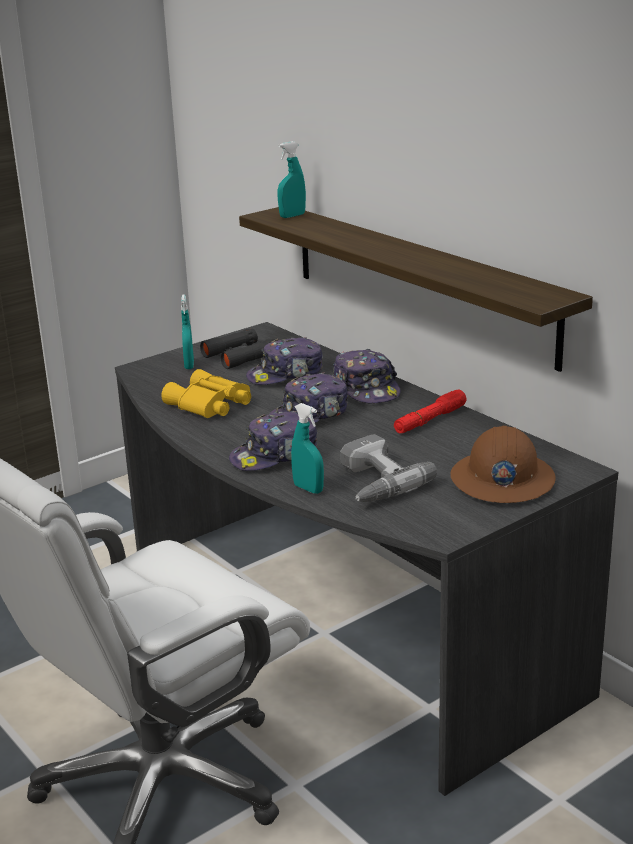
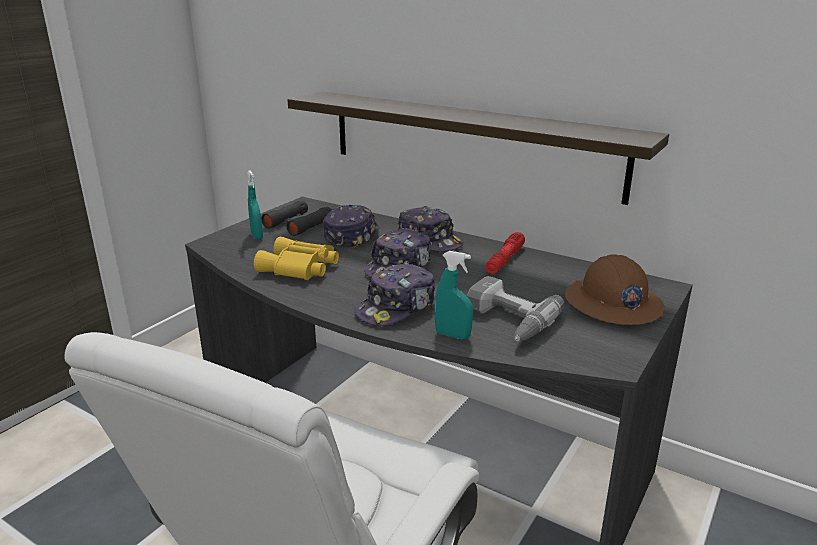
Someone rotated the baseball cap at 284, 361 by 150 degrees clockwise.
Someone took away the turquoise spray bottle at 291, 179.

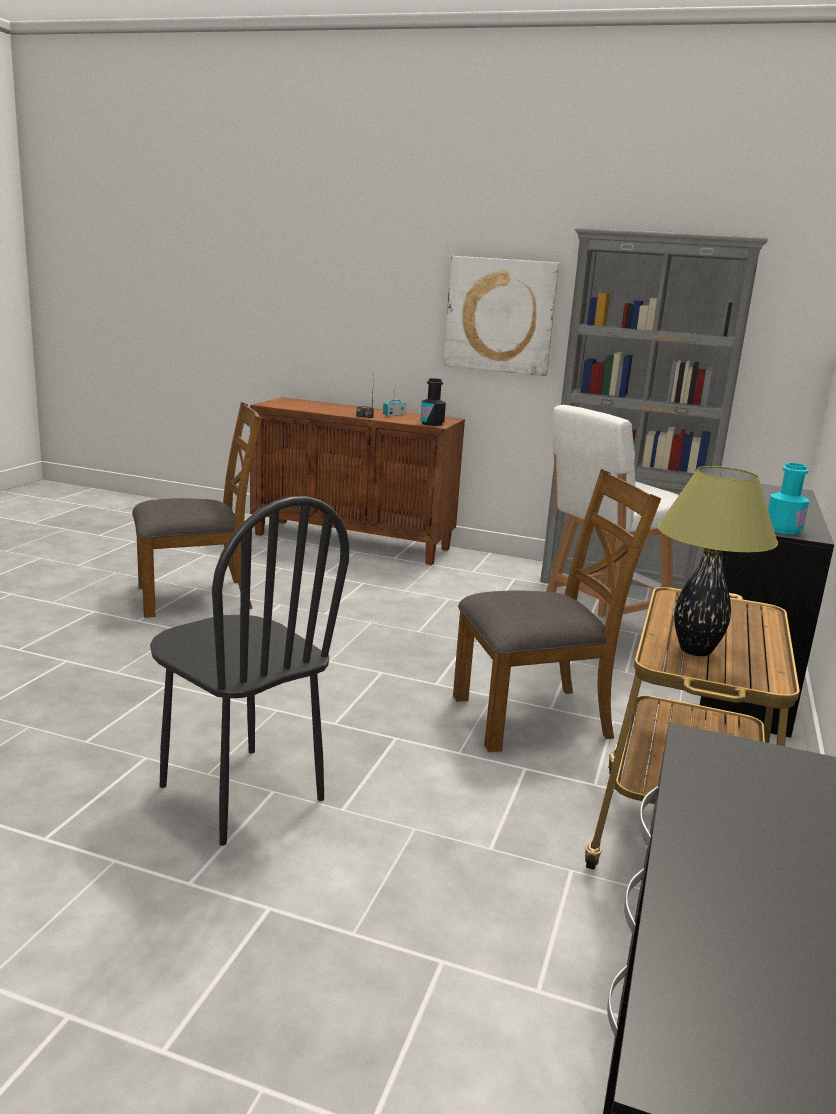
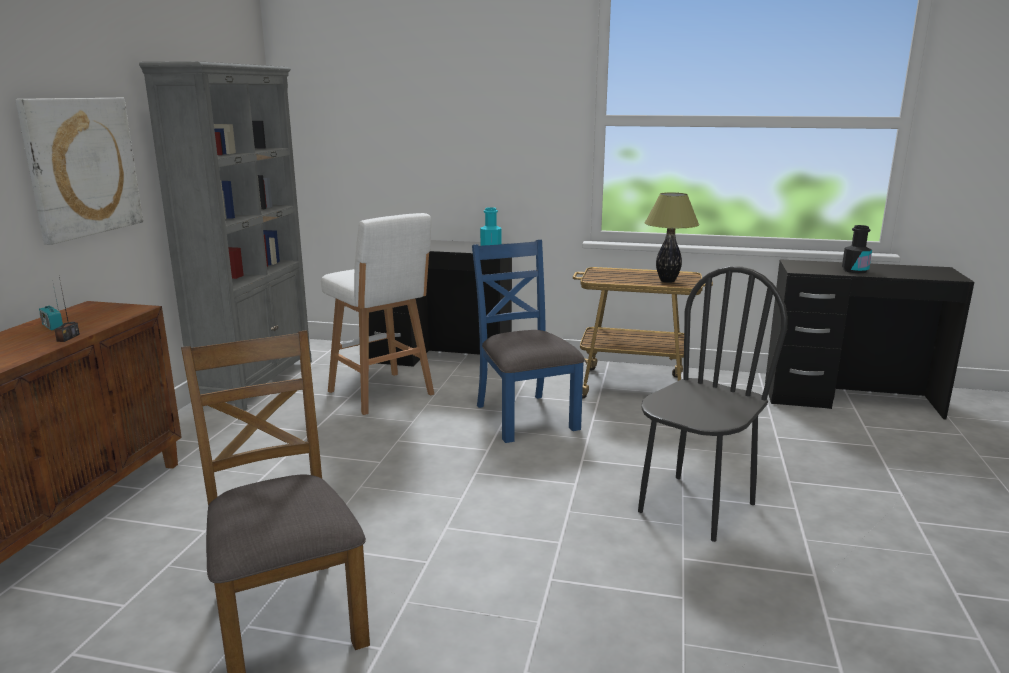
Someone repainted the brownish chair at 557, 610, which became the blue chair at 528, 341.
Someone carried the black-coloured drink bottle from 433, 402 to 857, 249.

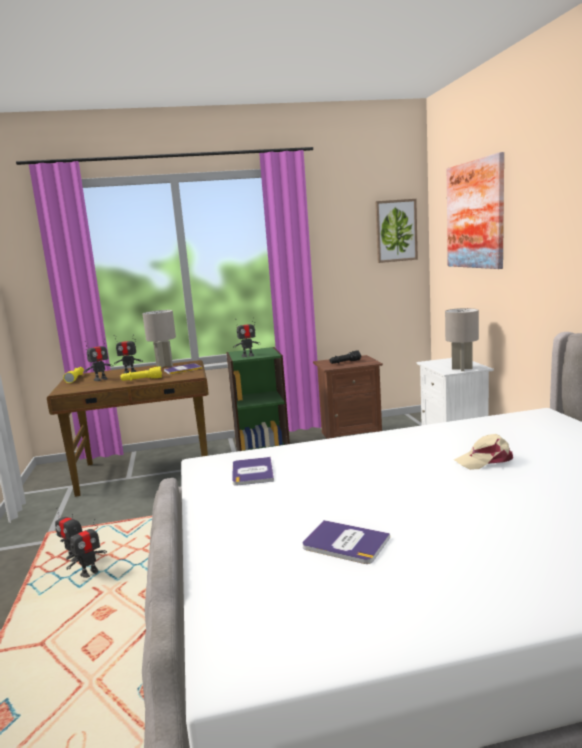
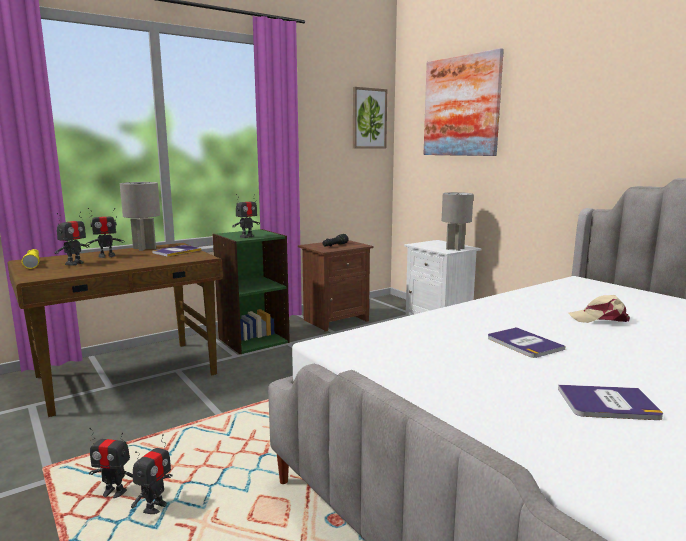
Someone carried the book from 253, 471 to 526, 342.
Someone rotated the beige baseball cap at 483, 452 by 45 degrees clockwise.
Someone took away the yellow-coloured hand torch at 141, 373.

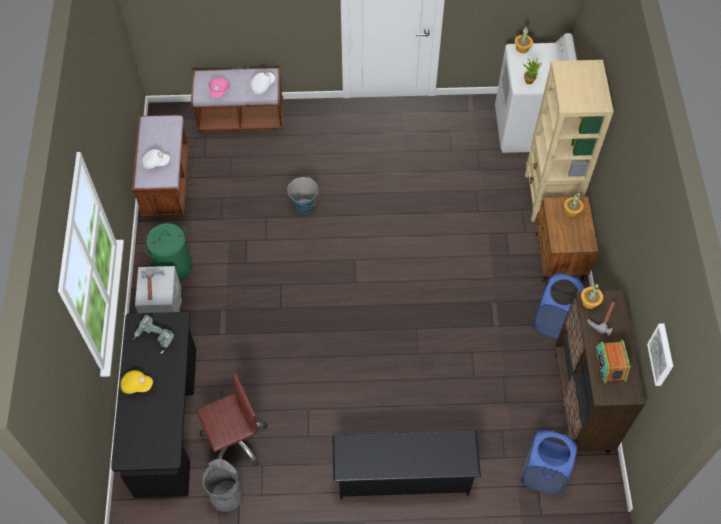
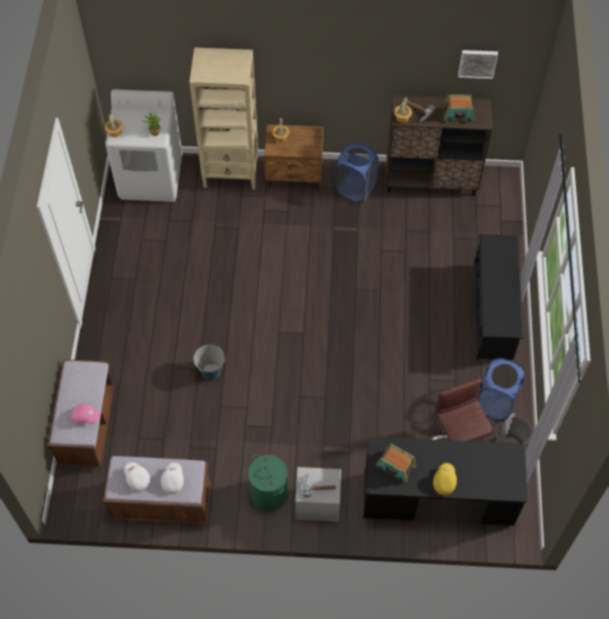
Someone carried the white-coloured baseball cap from 262, 84 to 137, 477.
Someone swapped the drill at 153, 334 for the radio at 396, 463.
Someone carried the blue laundry basket from 549, 462 to 501, 389.

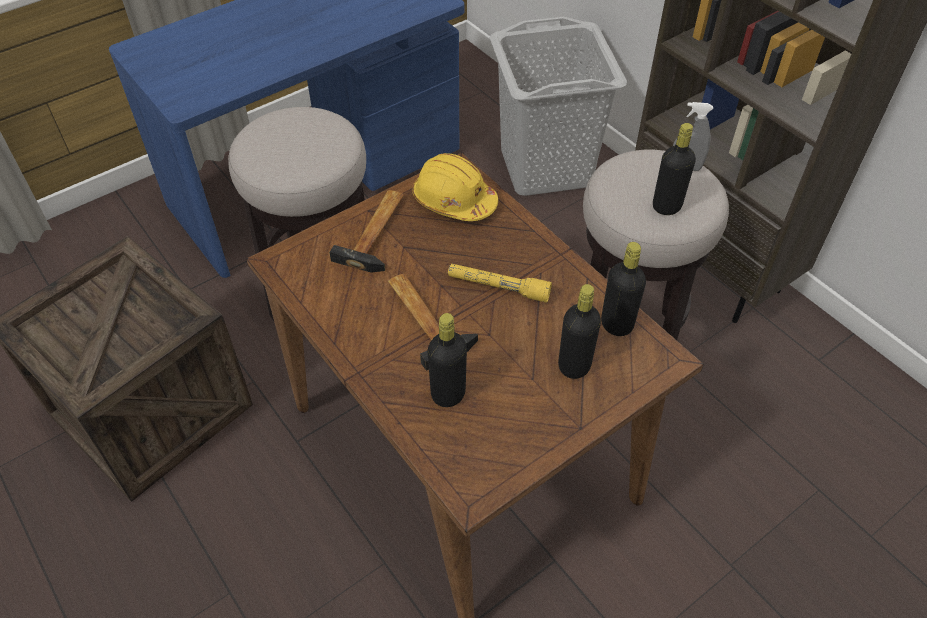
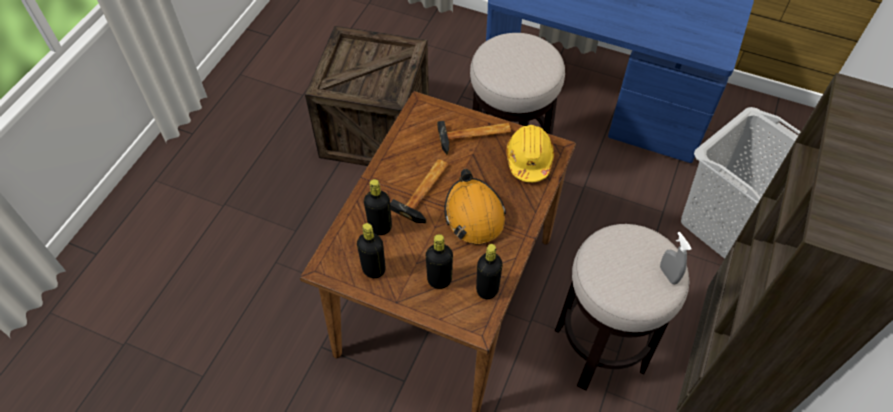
Someone carried the black-coloured drink bottle from 674, 169 to 371, 250.
Someone swapped the yellow-coloured hand torch at 500, 283 for the orange work helmet at 475, 207.

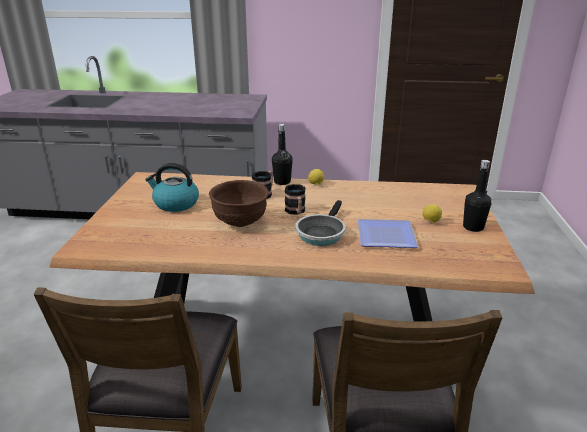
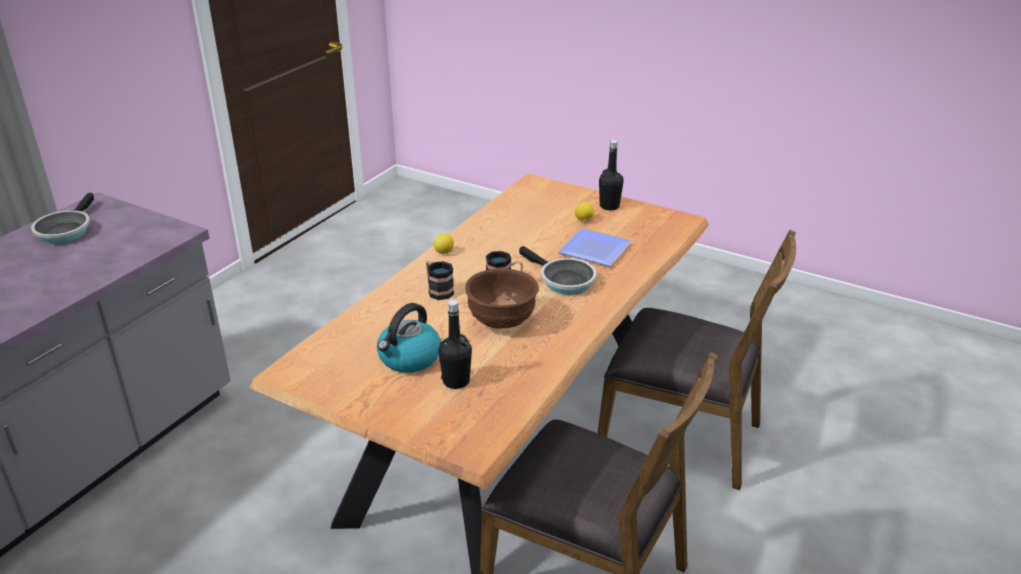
Someone put down the skillet at 62, 218.
Someone carried the black-coloured drink bottle from 282, 154 to 455, 344.

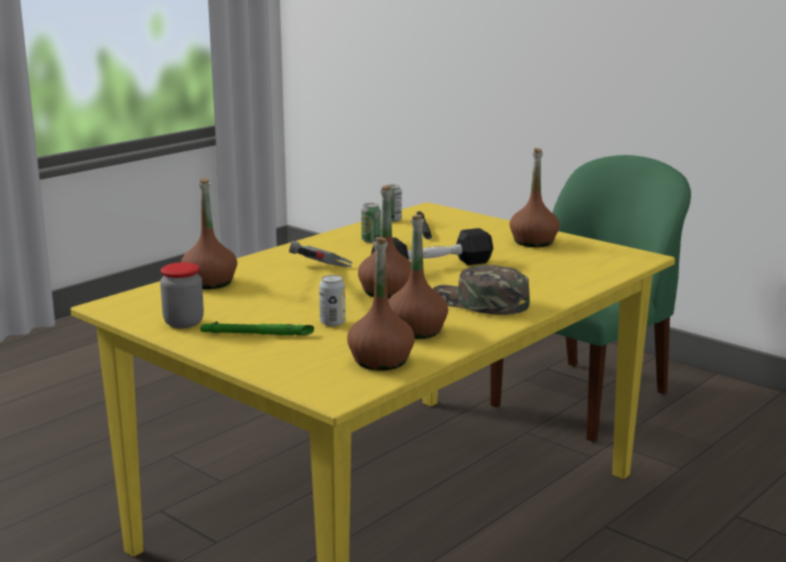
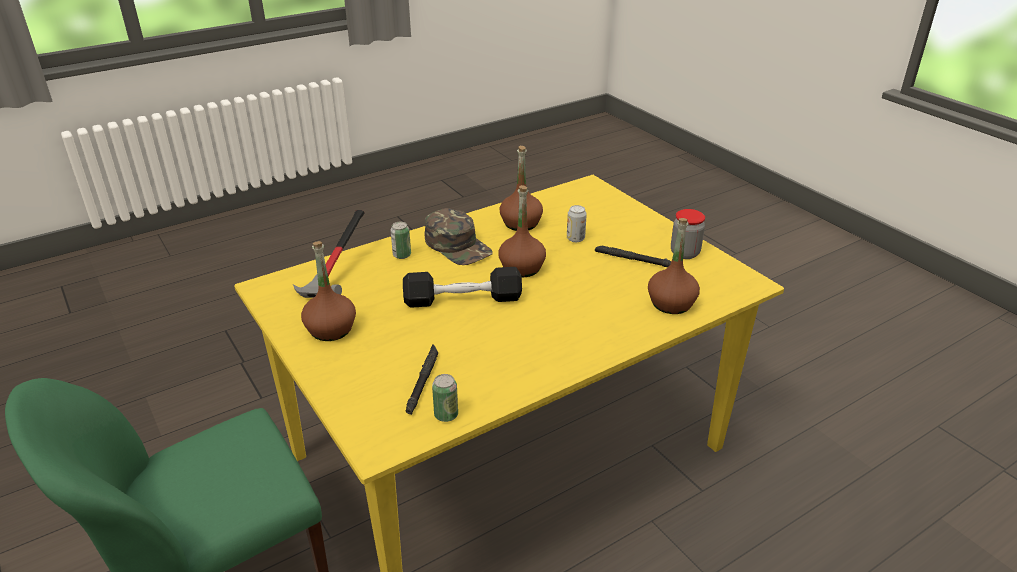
Someone carried the tool hammer from 320, 254 to 329, 254.
Someone carried the metal can from 371, 223 to 400, 240.
Someone put down the black-coloured hand torch at 633, 257.
Someone took away the green-coloured hand torch at 257, 328.
Someone took away the brownish drink bottle at 381, 303.

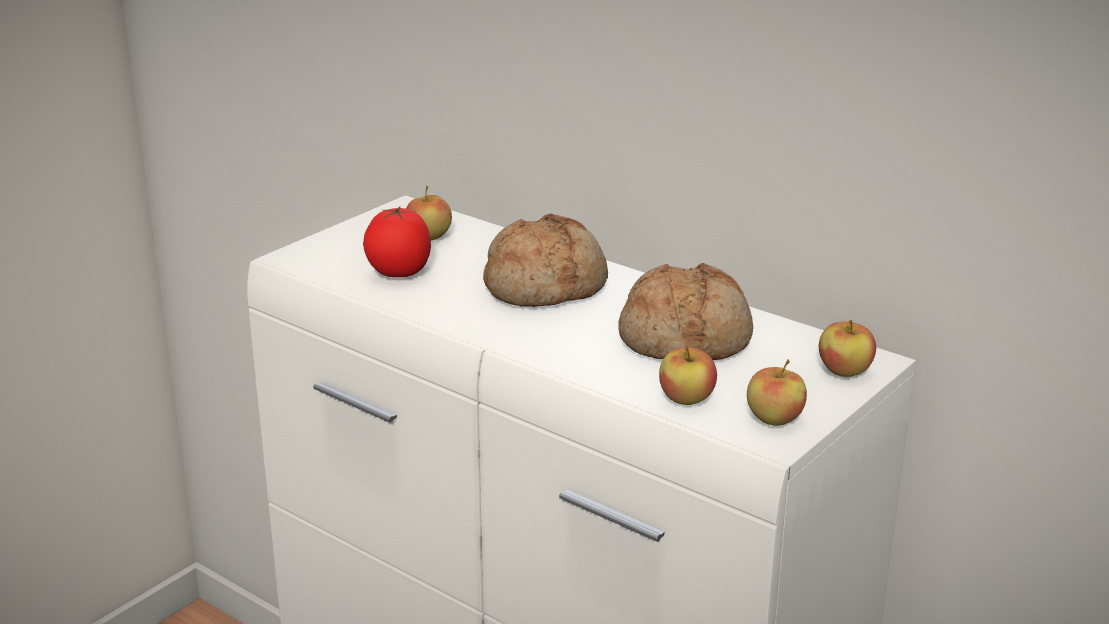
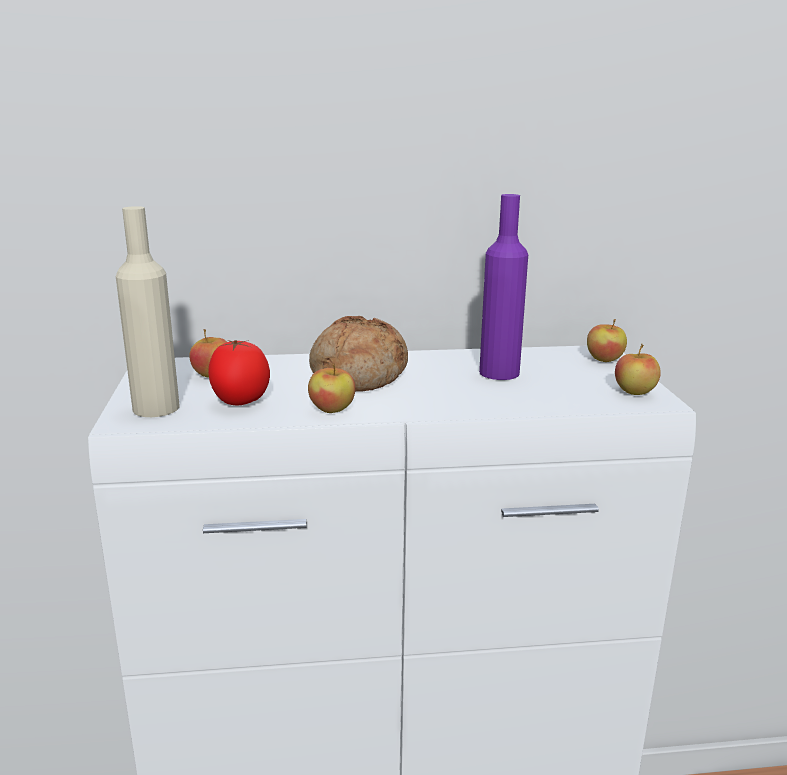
Someone put down the beige drink bottle at 147, 311.
Someone carried the whole apple from 688, 375 to 331, 388.
Someone swapped the bread at 685, 311 for the purplish drink bottle at 503, 287.

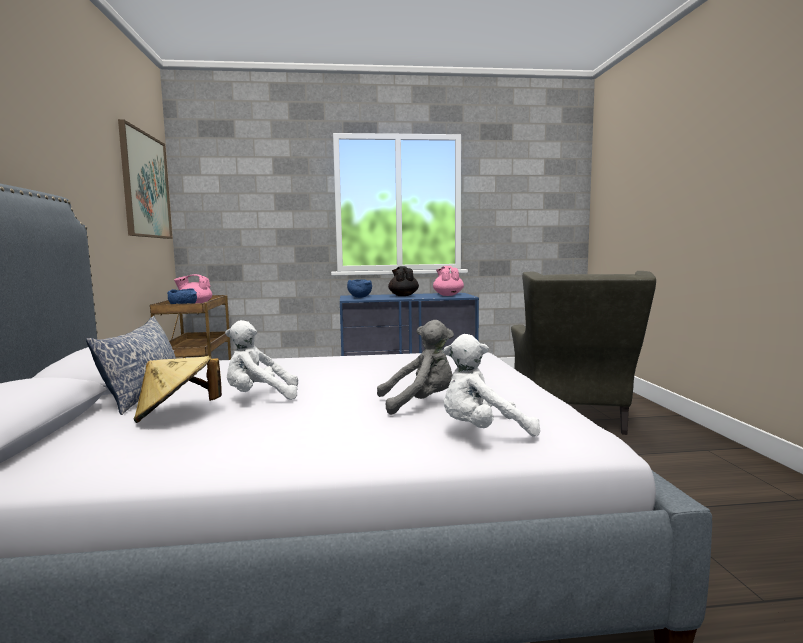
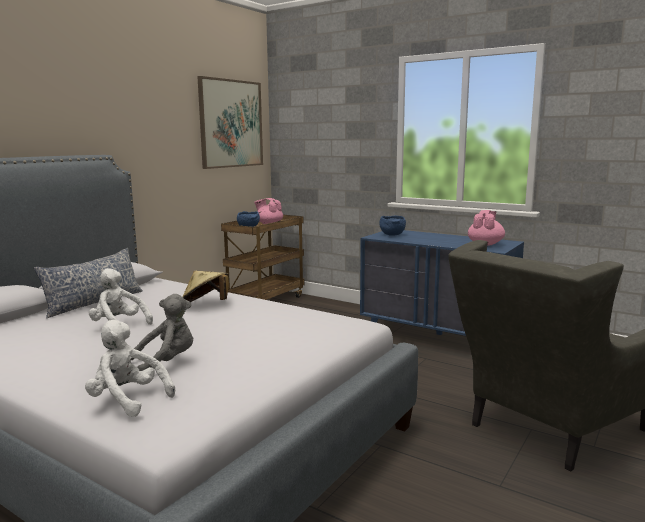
Someone rotated the gray cuddly toy at 415, 367 by 60 degrees counterclockwise.
Someone carried the beige clothing hat from 177, 389 to 206, 286.
Someone took away the black-coloured pot for tea at 403, 281.

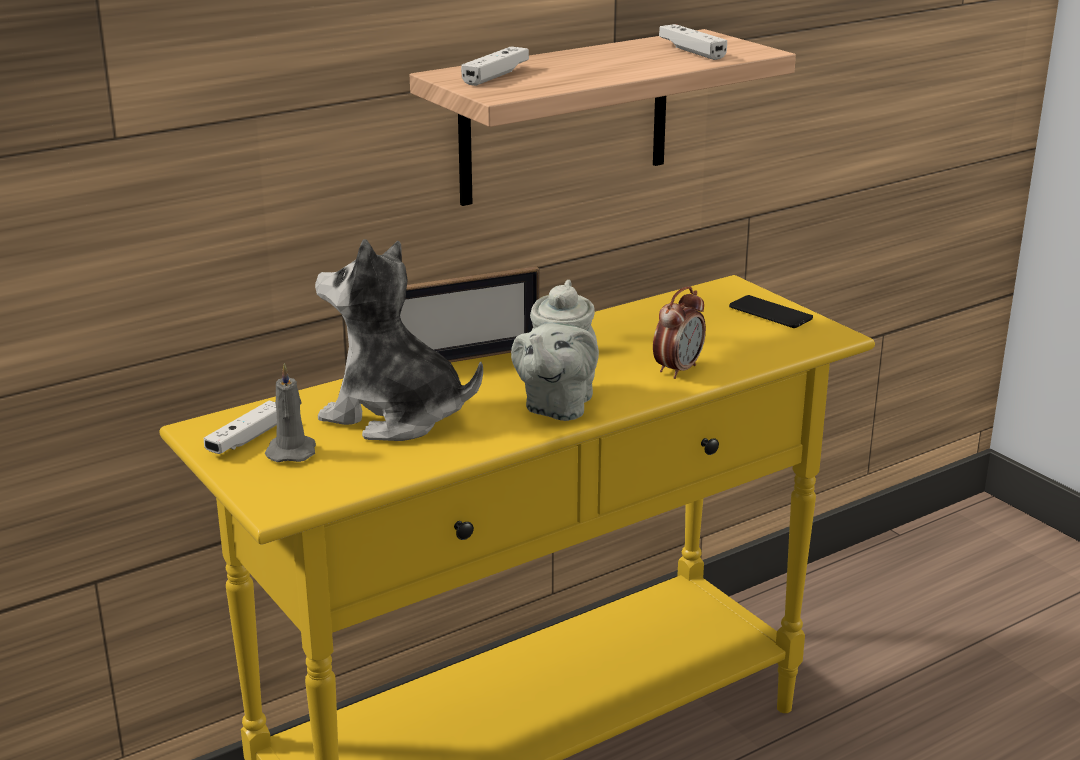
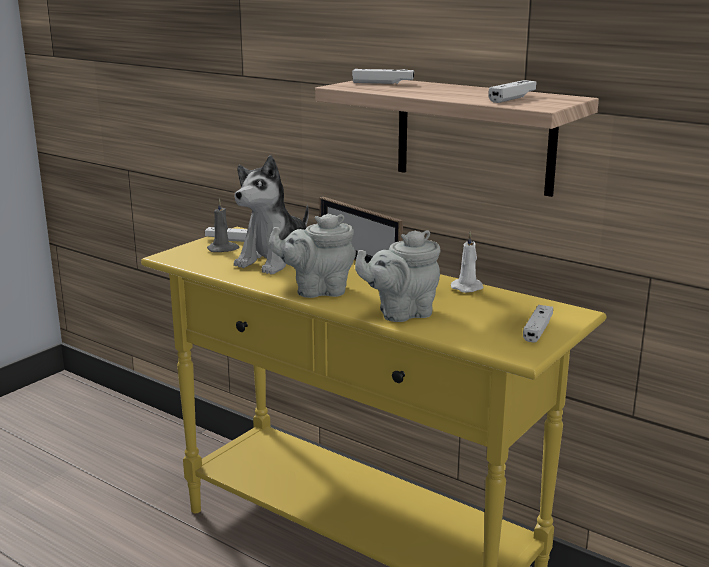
Someone rotated the cuddly toy at 399, 340 by 150 degrees counterclockwise.
Someone swapped the alarm clock at 679, 332 for the gray pot for tea at 398, 276.
Someone put down the white-coloured candle at 467, 262.
Someone swapped the phone at 771, 311 for the white-coloured joypad at 538, 324.

